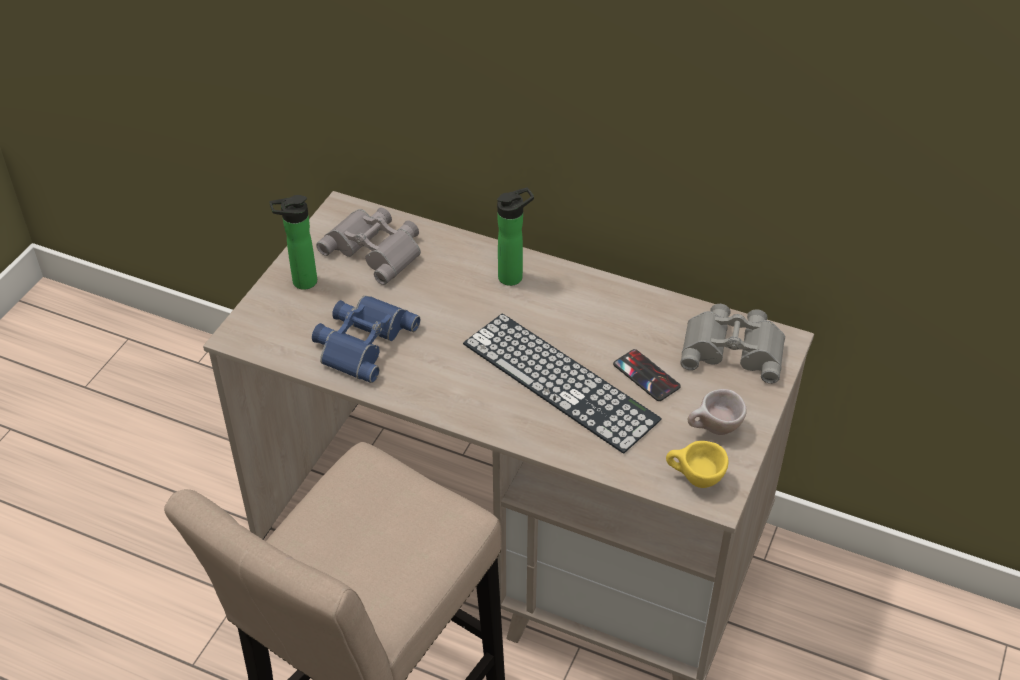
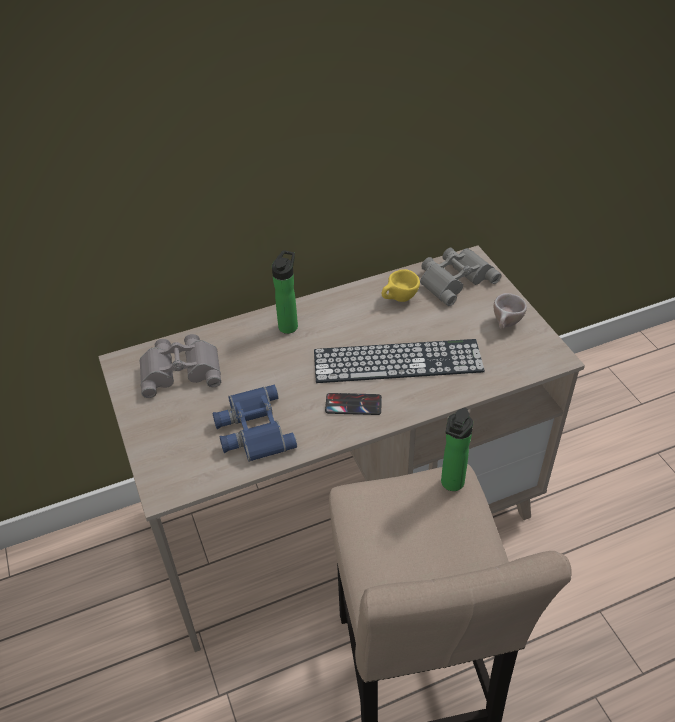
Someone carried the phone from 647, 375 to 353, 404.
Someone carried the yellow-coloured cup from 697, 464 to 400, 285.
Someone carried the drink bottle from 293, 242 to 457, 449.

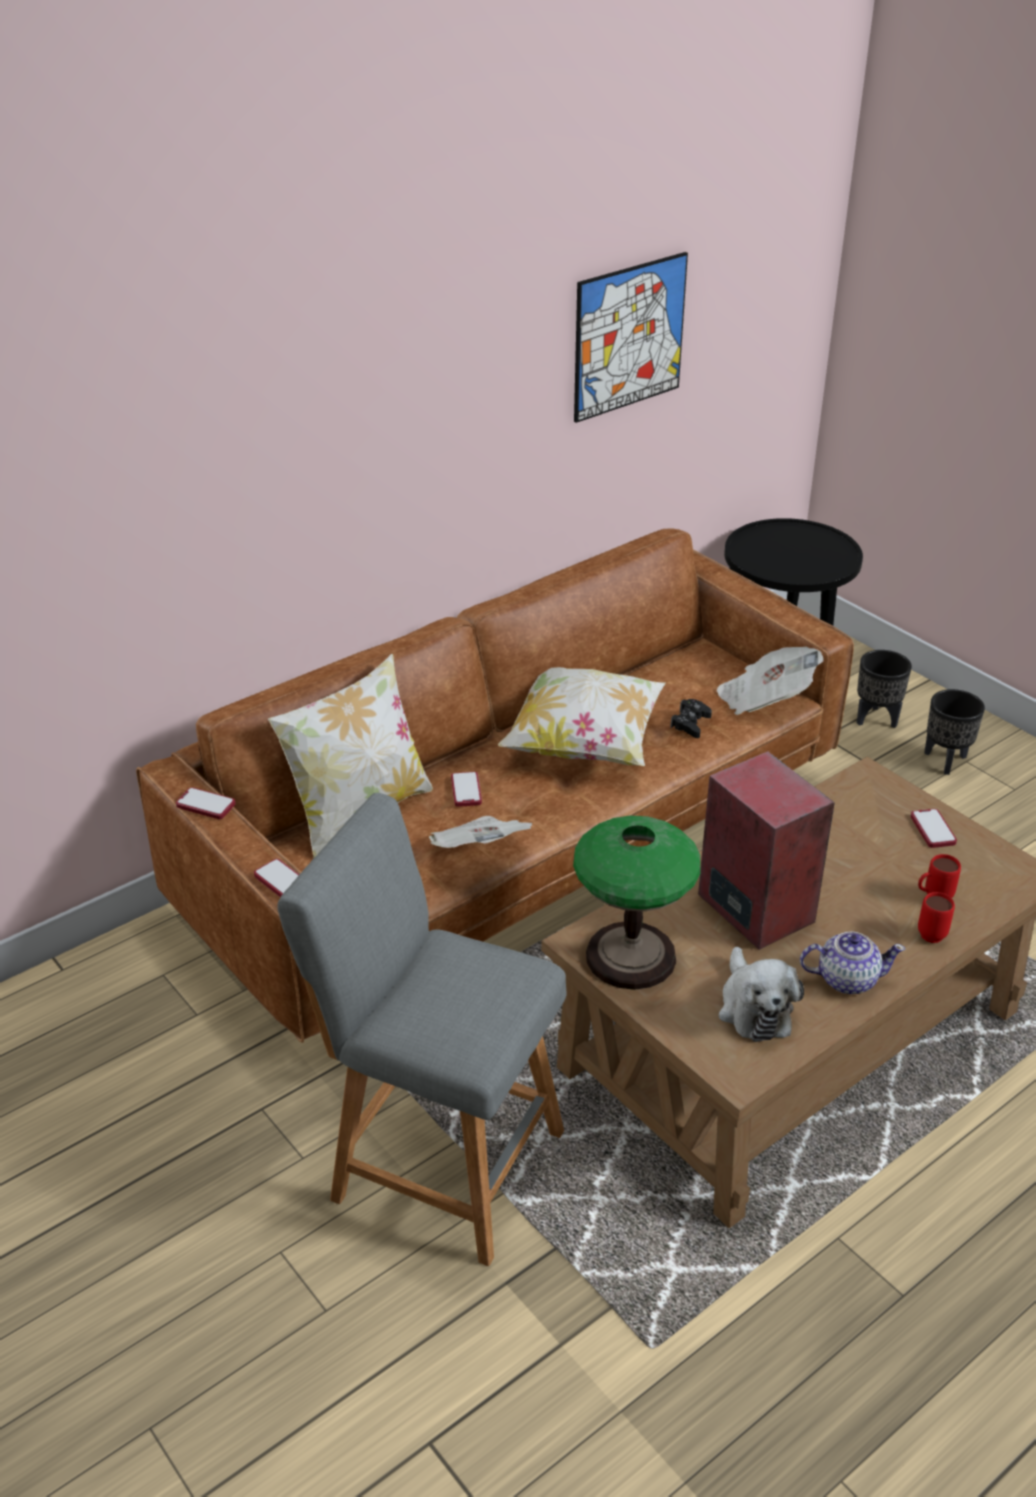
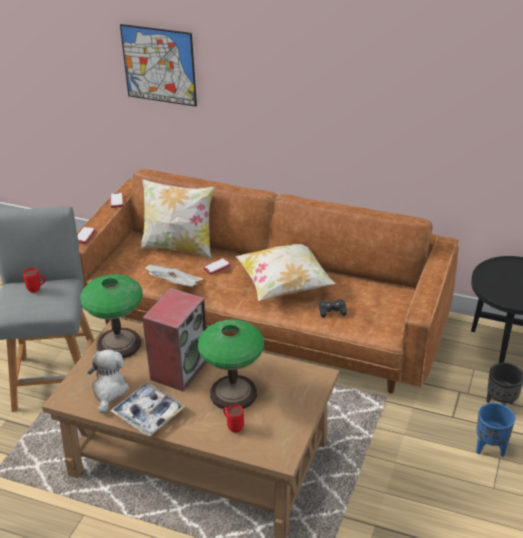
Someone carried the red-coloured tea mug from 936, 917 to 34, 280.
Someone rotated the cuddly toy at 761, 994 by 135 degrees clockwise.
Someone swapped the pot for tea at 852, 962 for the tray at 148, 409.
Someone carried the picture from 631, 337 to 158, 65.
Someone put down the table lamp at 231, 365.
Someone repainted the black-coloured plant pot at 954, 732, which became the blue plant pot at 495, 430.
Someone took away the daily paper at 770, 681.
Someone took away the phone at 933, 828.

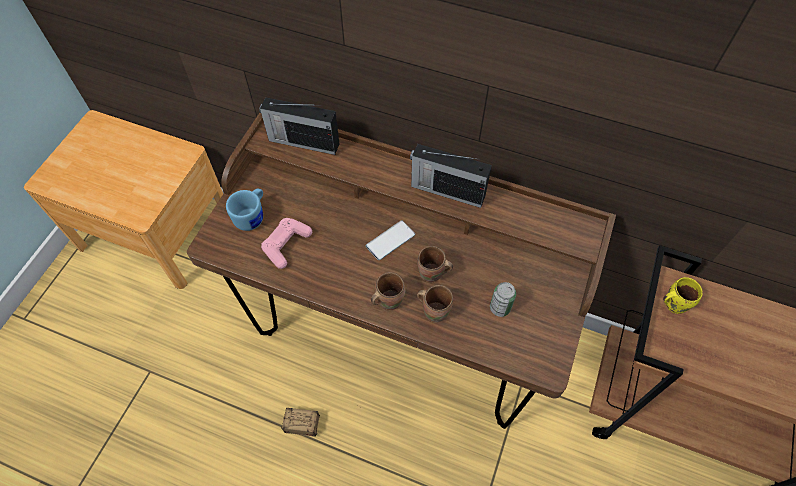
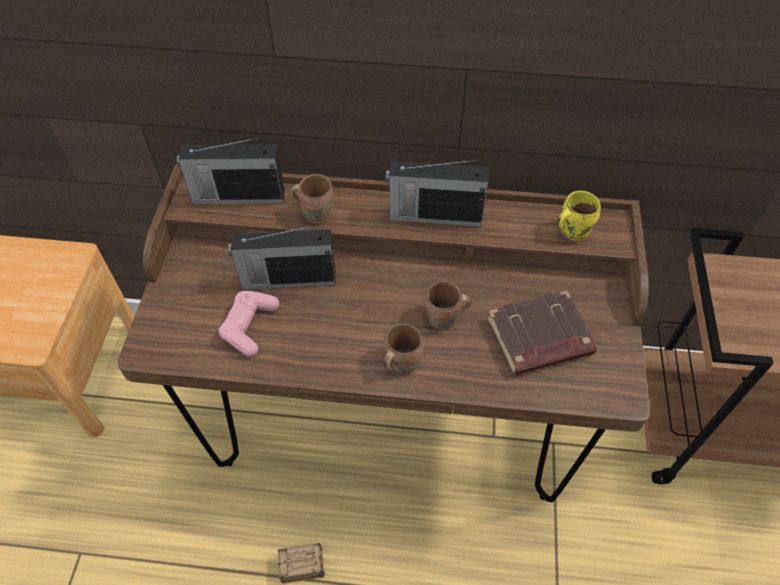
Someone put down the radio at 282, 257.
Someone carried the brownish tea mug from 435, 303 to 311, 198.
Someone swapped the metal can at 503, 299 for the brownish book at 542, 333.
Someone carried the yellow-coloured tea mug from 683, 295 to 579, 216.
Someone took away the blue tea mug at 244, 209.
Someone took away the phone at 390, 240.

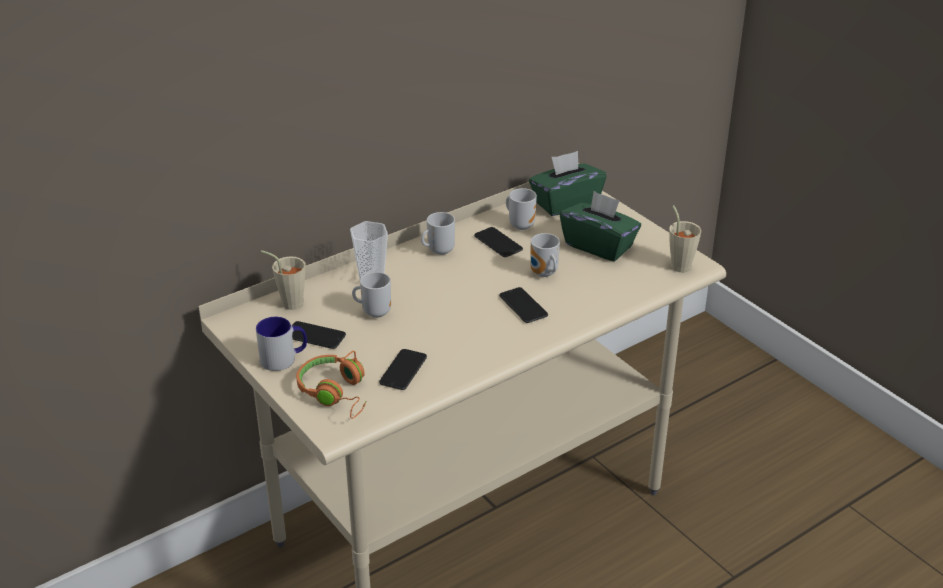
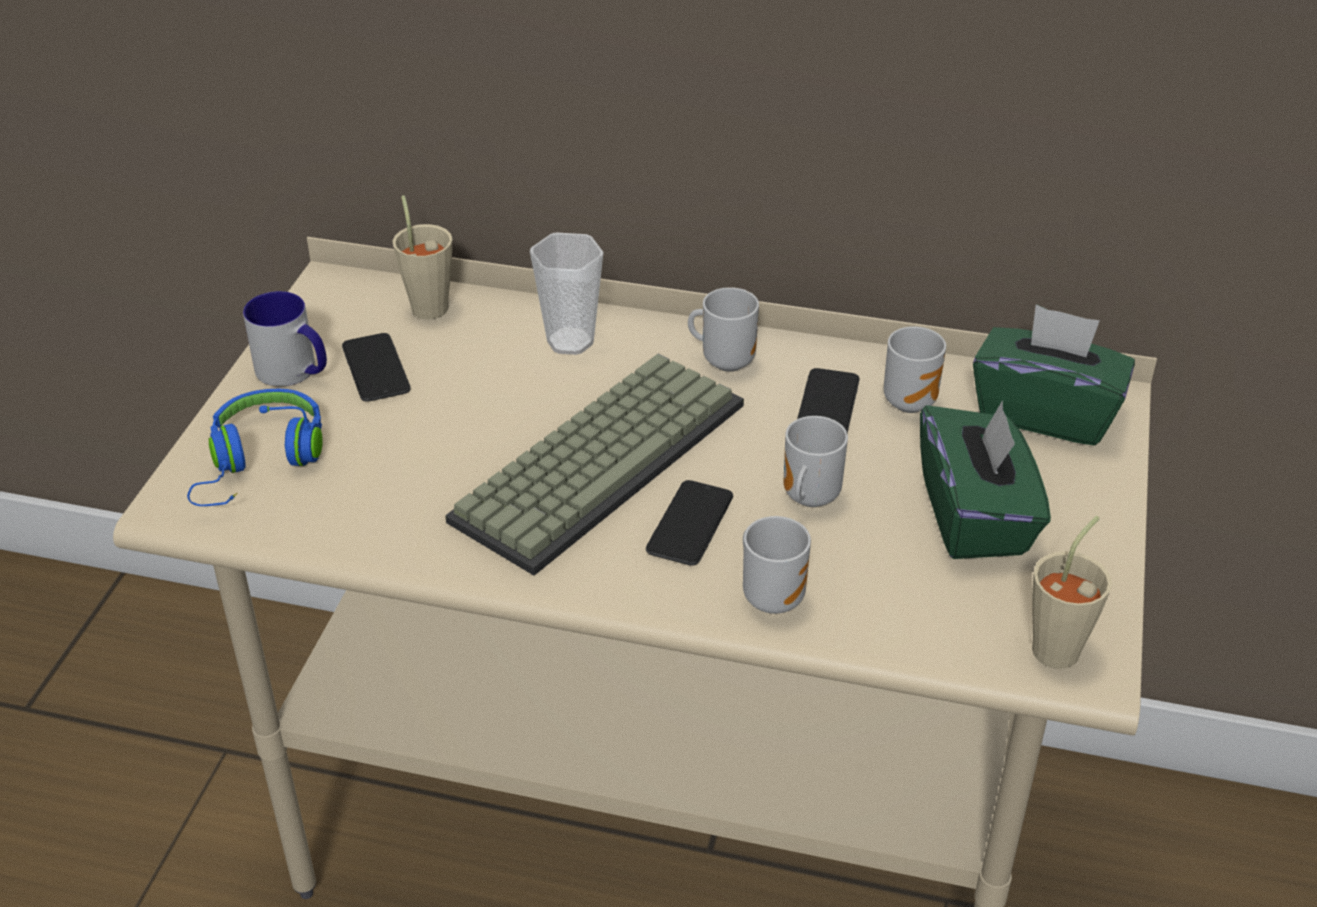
Someone repainted the orange headset at 331, 385, which became the blue headset at 255, 447.
Someone put down the keyboard at 594, 465.
Someone carried the tea mug from 371, 295 to 777, 565.
Someone took away the phone at 403, 369.

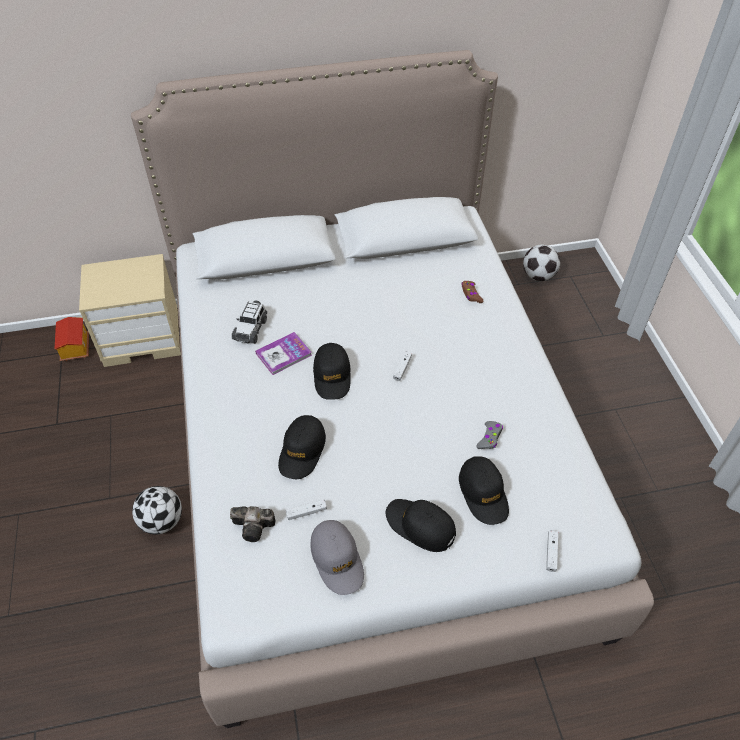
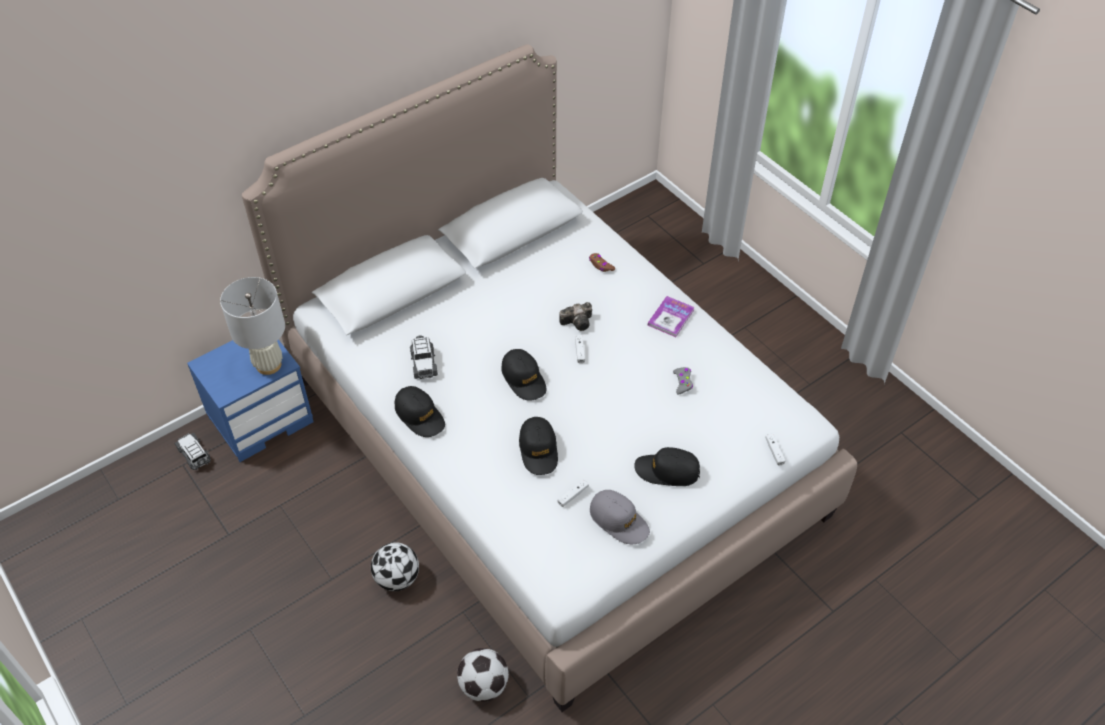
Someone swapped the miniature house at 71, 339 for the toy car at 193, 451.
Someone repainted the beige night table at 130, 310, which became the blue night table at 250, 401.
Someone put down the white-coloured table lamp at 252, 326.
Someone carried the black-coloured baseball cap from 484, 490 to 420, 411.
Someone carried the football ball from 541, 263 to 483, 675.
Someone carried the photo camera from 252, 524 to 575, 316.
Someone carried the book from 283, 353 to 671, 316.

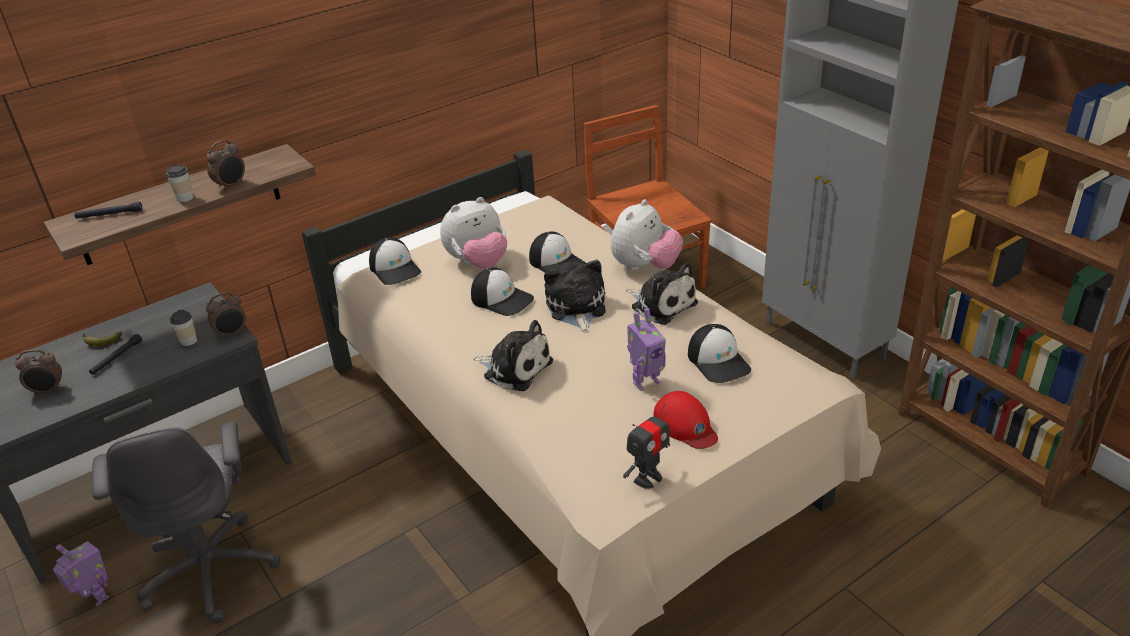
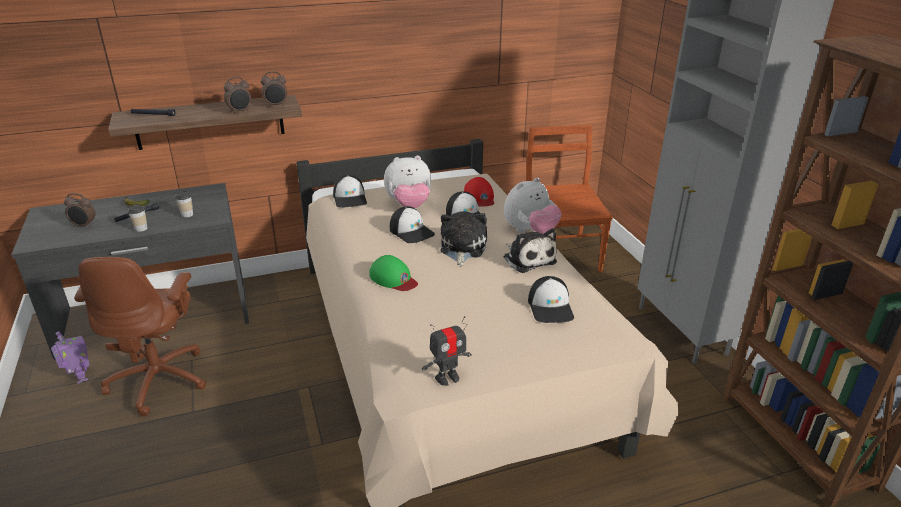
Someone repainted the gray computer chair at 186, 523, which became the brownish computer chair at 140, 336.
Someone carried the cup from 180, 183 to 137, 218.
Someone carried the alarm clock from 226, 316 to 274, 89.
Someone swapped the cuddly toy at 513, 355 for the green-coloured baseball cap at 393, 273.
Someone carried the red-coloured baseball cap from 686, 420 to 479, 192.
Someone took away the model robot at 646, 349.

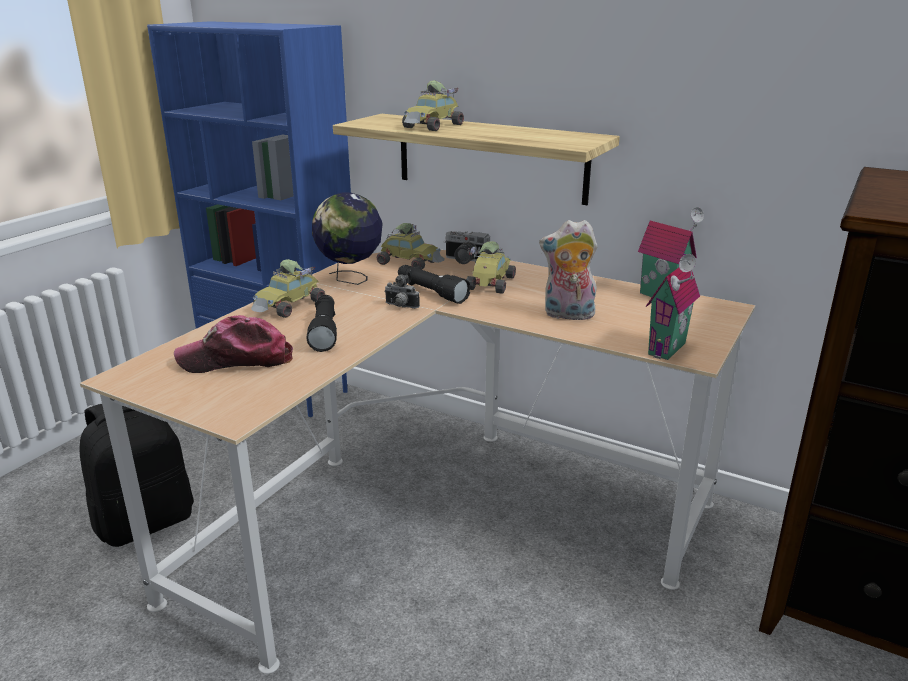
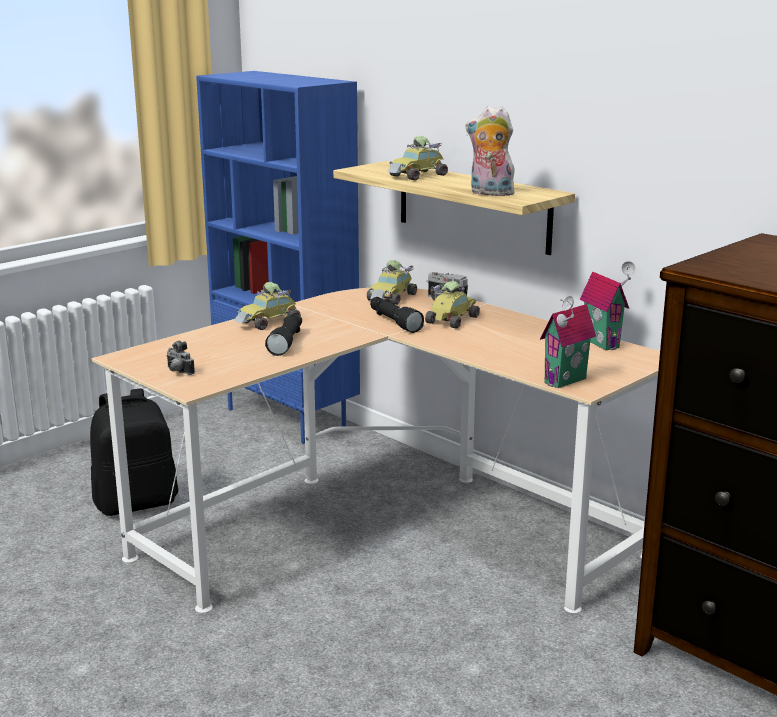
Someone carried the photo camera from 402, 291 to 180, 358.
Someone rotated the toy car at 411, 246 by 75 degrees clockwise.
Someone carried the cuddly toy from 568, 270 to 492, 151.
Someone took away the baseball cap at 233, 344.
Someone took away the globe at 347, 238.

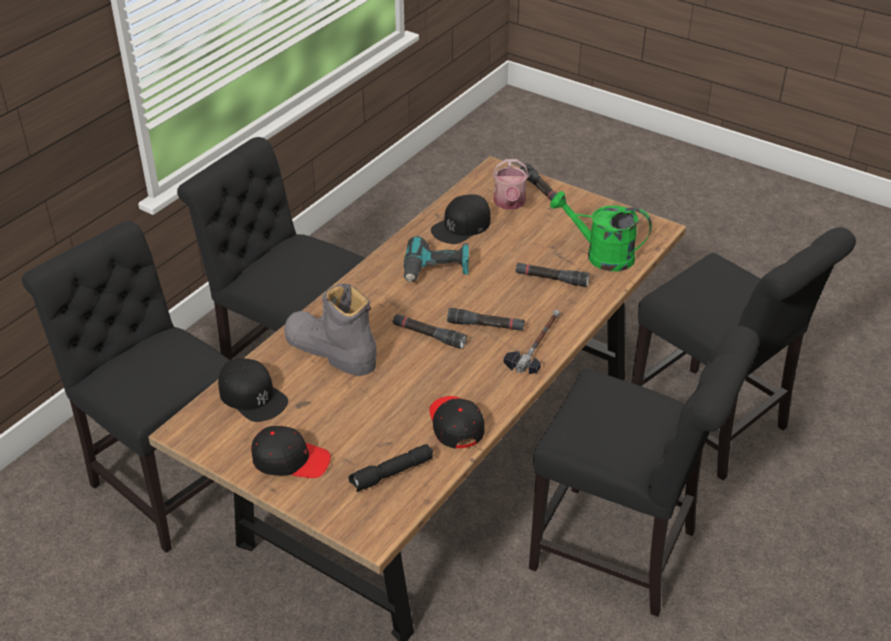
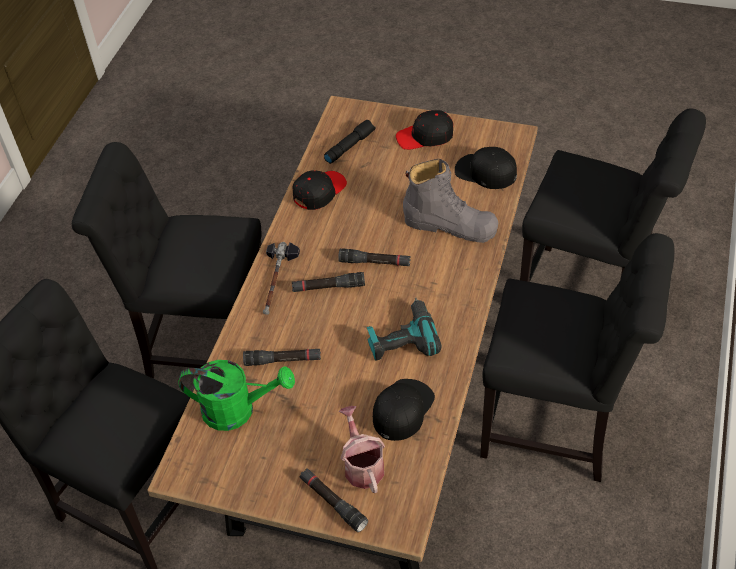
Someone rotated the black-coloured baseball cap at 456, 422 by 105 degrees counterclockwise.

